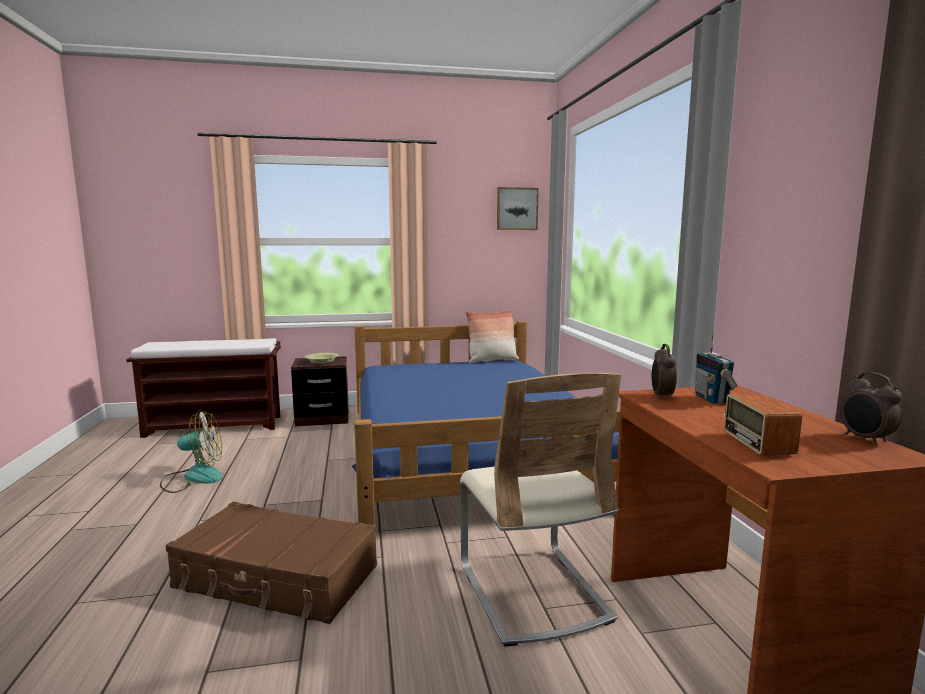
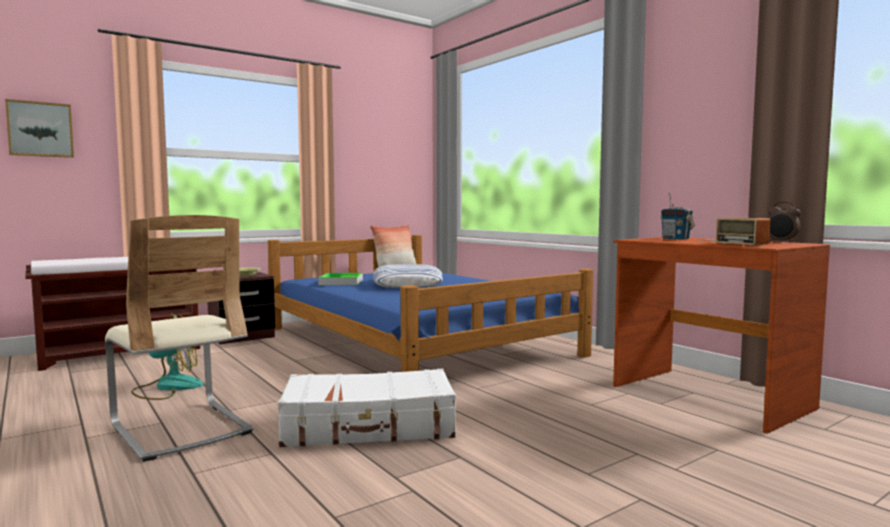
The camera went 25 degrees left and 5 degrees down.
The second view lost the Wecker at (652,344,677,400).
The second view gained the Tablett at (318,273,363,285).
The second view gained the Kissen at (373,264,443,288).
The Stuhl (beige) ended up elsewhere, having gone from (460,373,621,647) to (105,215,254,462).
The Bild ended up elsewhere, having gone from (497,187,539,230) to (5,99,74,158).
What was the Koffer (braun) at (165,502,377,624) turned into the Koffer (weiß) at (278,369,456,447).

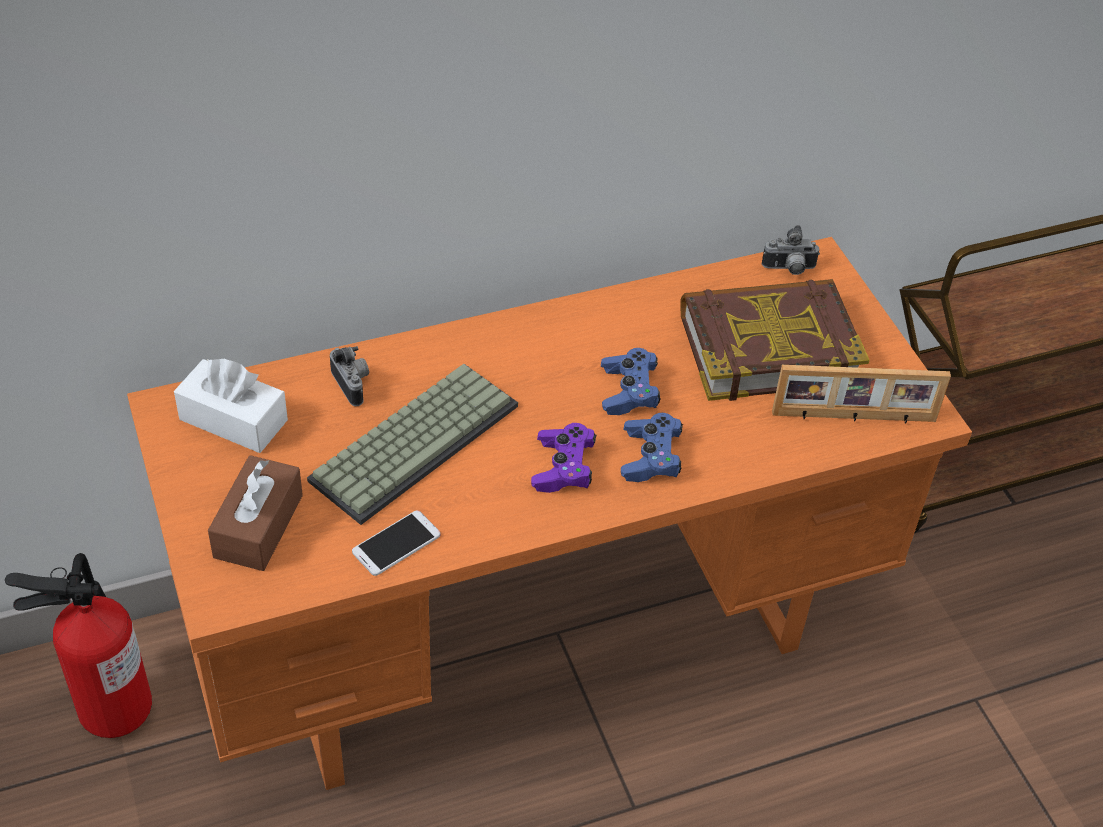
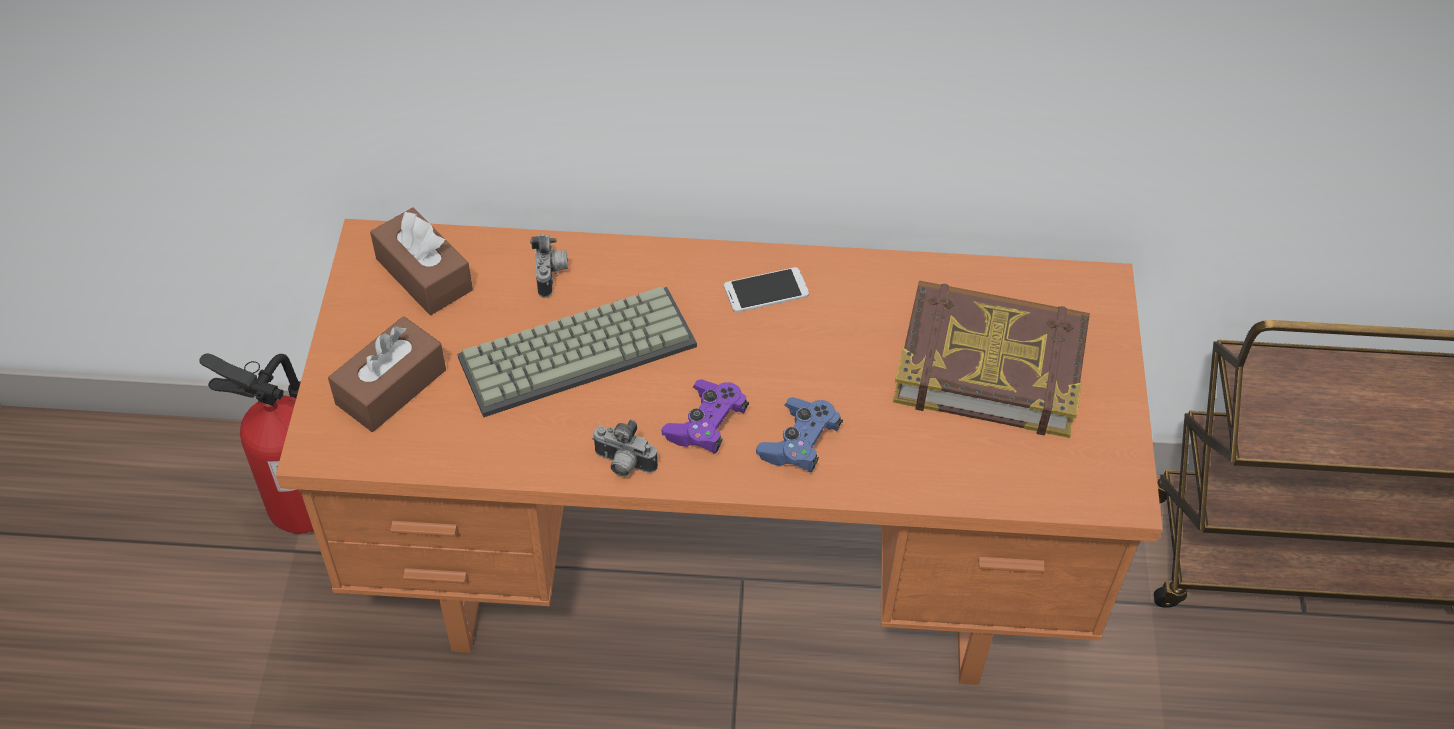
The camera went 25 degrees right and 5 degrees up.
The second view lost the Gamepad (blau) at (601,348,661,415).
The second view lost the Bilderrahmen at (772,365,951,423).
The Handy ended up elsewhere, having gone from (352,510,441,576) to (724,267,809,312).
The Kamera ended up elsewhere, having gone from (762,225,820,275) to (592,420,658,477).
What was the Taschentuchbox (weiß) at (174,359,288,453) turned into the Taschentuchbox (braun) at (370,207,473,315).

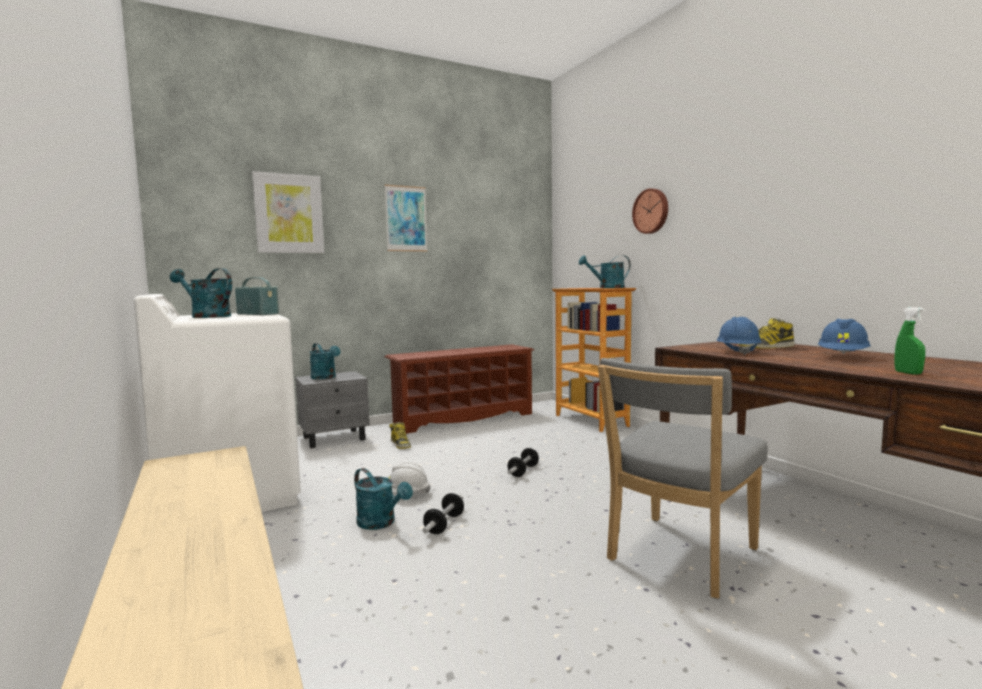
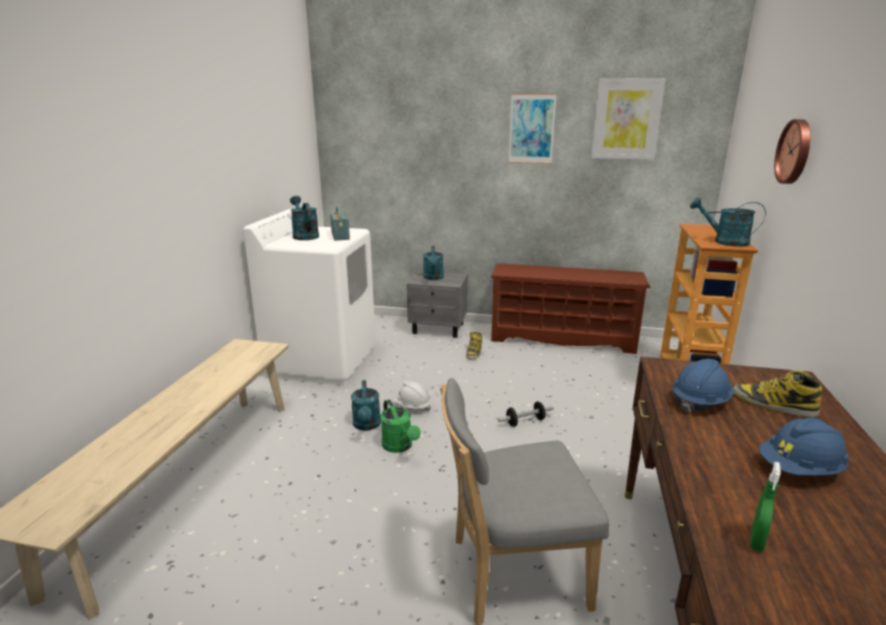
The camera went 40 degrees right and 15 degrees up.
The Bild ended up elsewhere, having gone from (252,171,324,253) to (591,78,666,160).
Where the Hantel stood at (422,493,464,534), the Gießkanne (grün) came to stand at (381,399,420,453).

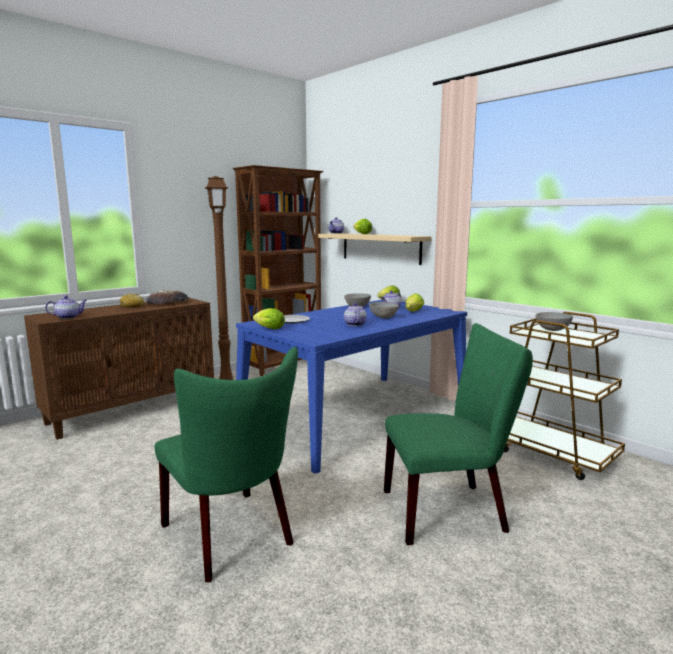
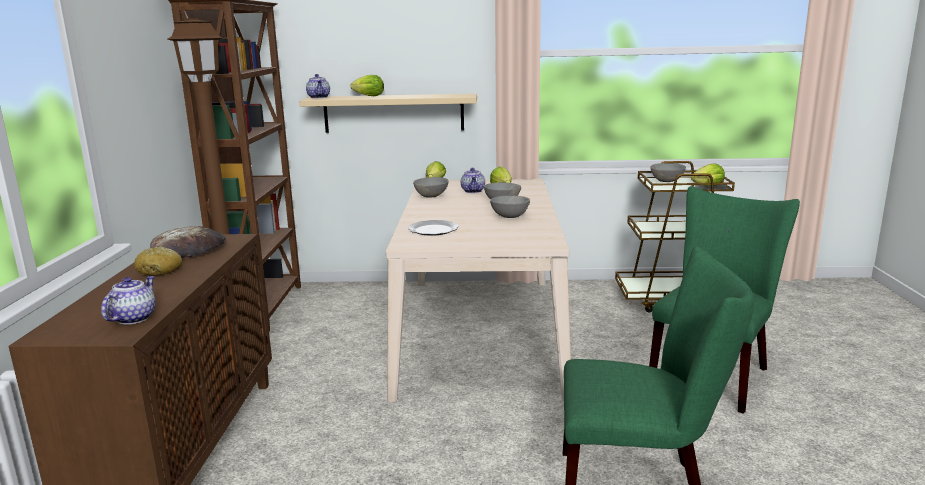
The camera went 45 degrees left and 5 degrees up.
The Salatkopf ended up elsewhere, having gone from (253,308,285,329) to (691,164,725,186).
Where the Teekanne stood at (344,303,367,326), the Schüssel (grau) came to stand at (490,196,530,218).
What was the Esstisch (blau) at (236,300,467,474) turned into the Esstisch (beige) at (386,178,571,402).

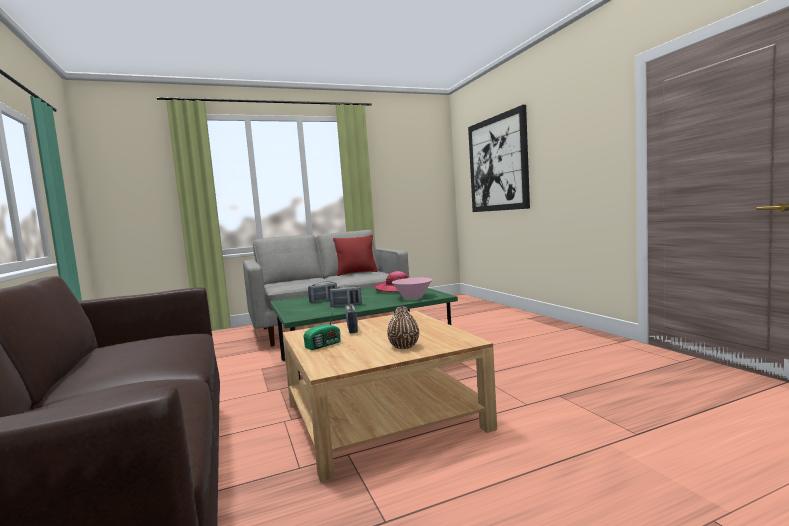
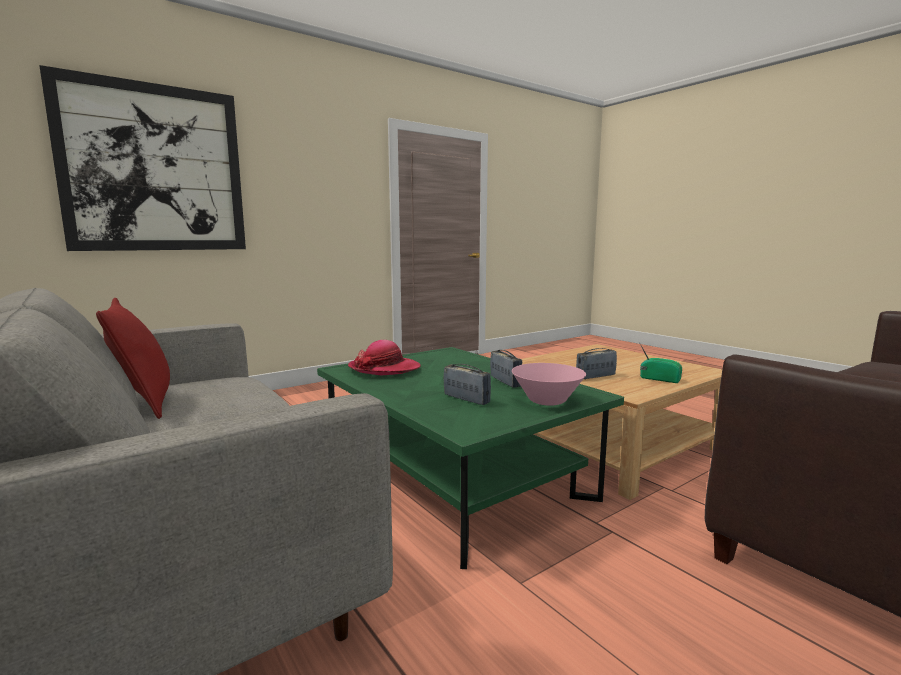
The camera went 105 degrees left and 5 degrees up.
The second view lost the Vase (braun) at (387,306,419,349).
The Schüssel (rosa) ended up elsewhere, having gone from (392,278,432,299) to (512,363,586,406).

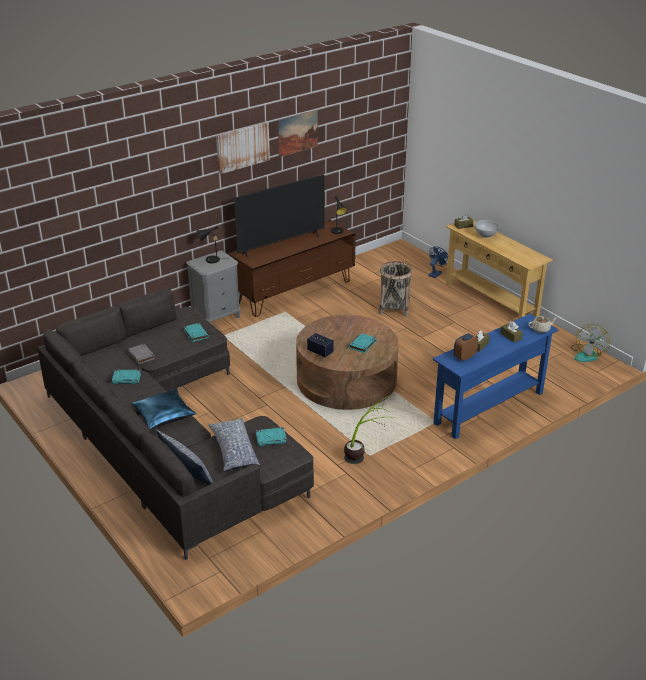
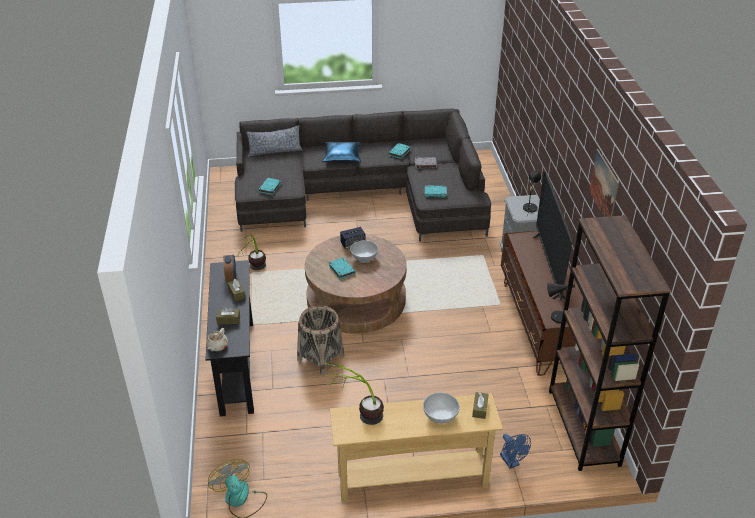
The camera went 120 degrees right and 5 degrees up.
The second view lost the Kissen at (208,417,260,471).
The second view lost the Bild at (216,122,270,174).
The second view gained the Topfpflanze at (323,362,384,425).
The second view gained the Schüssel (weiß) at (350,240,378,262).
The second view gained the Bücherregal (braun) at (549,215,671,471).
The Korb ended up elsewhere, having gone from (379,261,412,316) to (297,305,345,375).
What was the Konsolentisch (blau) at (433,314,559,439) turned into the Konsolentisch (schwarz) at (206,260,254,417).

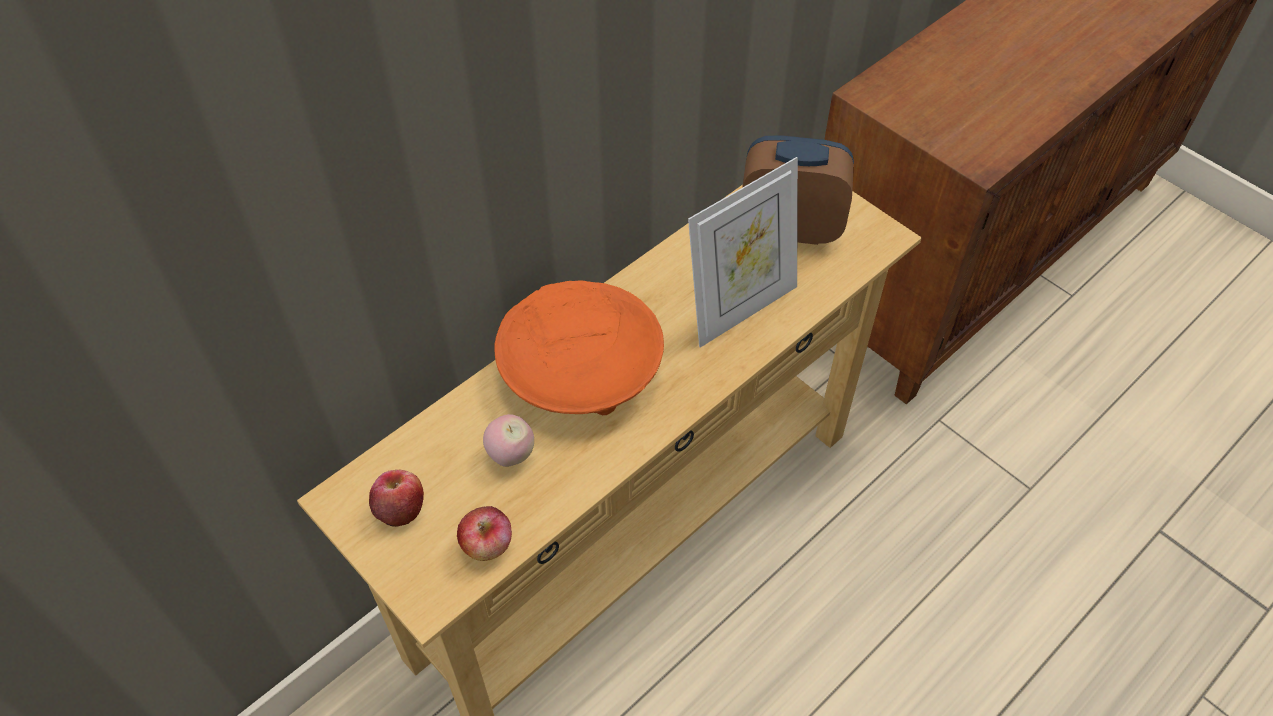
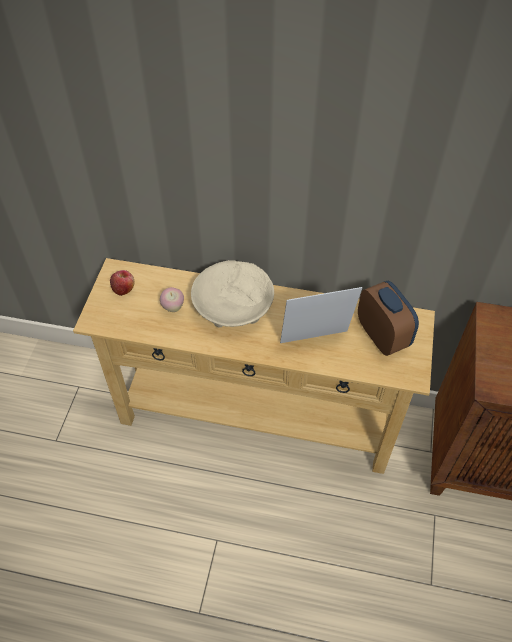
The camera went 55 degrees right and 0 degrees up.
The second view lost the Apfel at (457,506,512,561).
What was the Schüssel (orange) at (494,281,664,415) turned into the Schüssel (beige) at (191,260,274,327).
The Bilderrahmen at (688,157,798,348) ended up facing another way, 150 degrees clockwise from before.

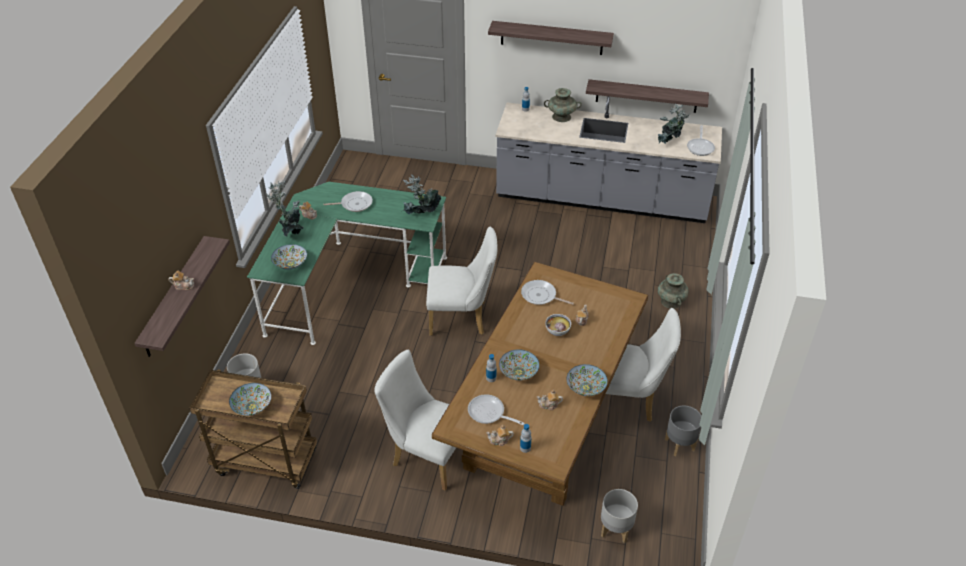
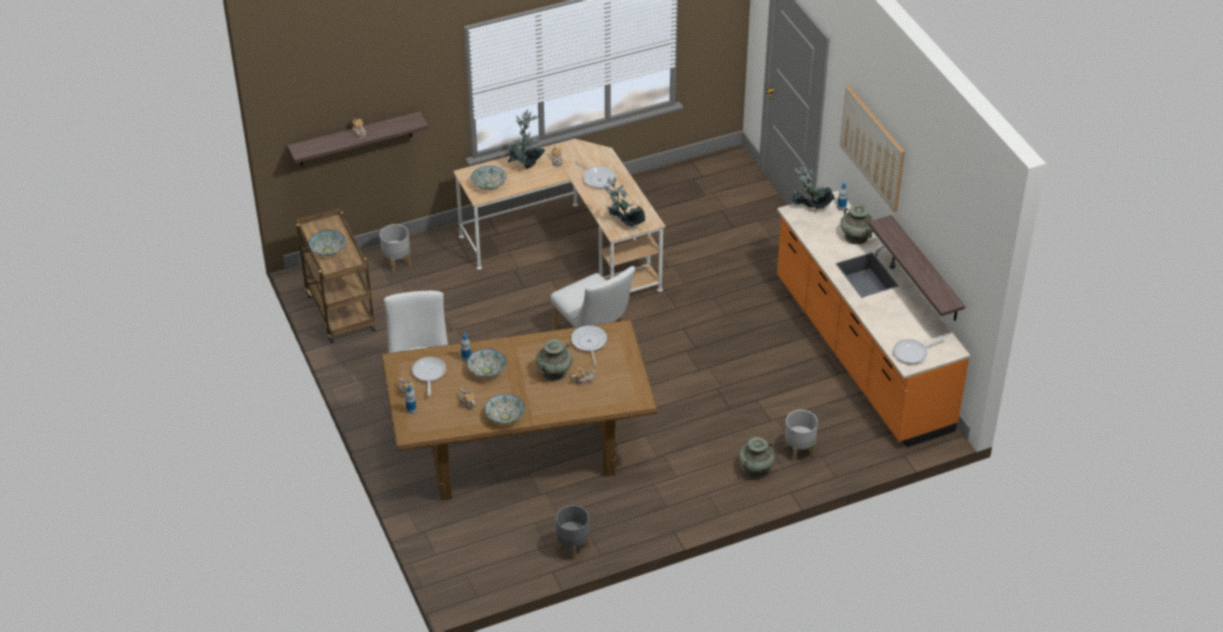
The camera went 55 degrees right and 0 degrees up.
The second view lost the Stuhl (weiß) at (595,308,681,422).
The Pflanzkübel (grau) ended up elsewhere, having gone from (601,489,638,543) to (784,410,818,462).
The Topfpflanze ended up elsewhere, having gone from (658,103,691,144) to (790,165,834,209).
Where the Wandregal hung at (488,21,614,55), the Bild came to hang at (840,86,905,212).
Where the Schüssel stood at (545,314,571,336), the Vase (türkis) came to stand at (536,339,573,381).
What was the Schreibtisch (grün) at (247,182,447,345) turned into the Schreibtisch (beige) at (453,139,666,293).
What was the Küchenzeile (grau) at (496,96,722,223) turned into the Küchenzeile (orange) at (777,190,970,447).

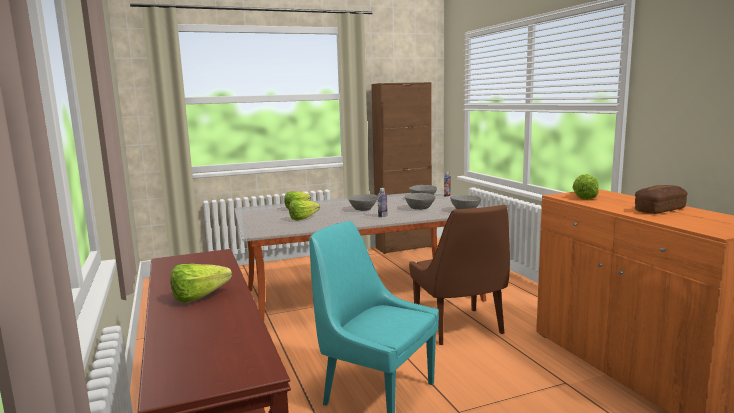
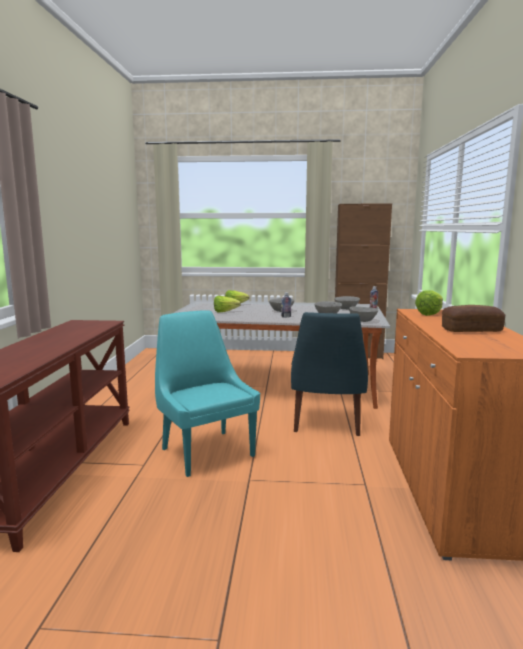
The camera went 25 degrees right and 0 degrees up.
The second view lost the Salatkopf at (170,264,232,303).
What was the Stuhl (braun) at (409,205,510,345) turned into the Stuhl (blau) at (291,312,368,436).

